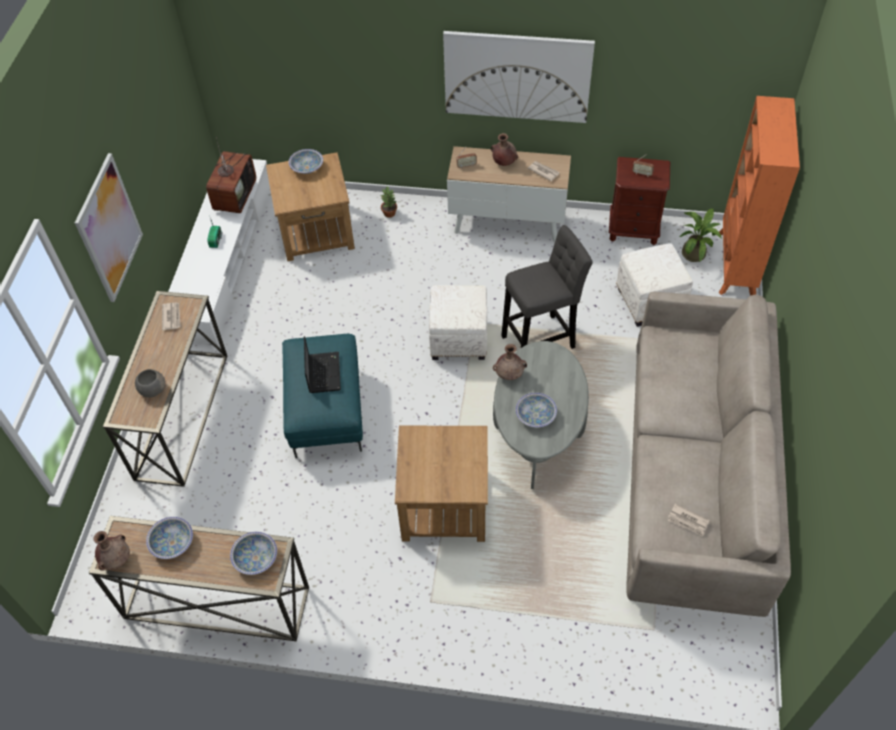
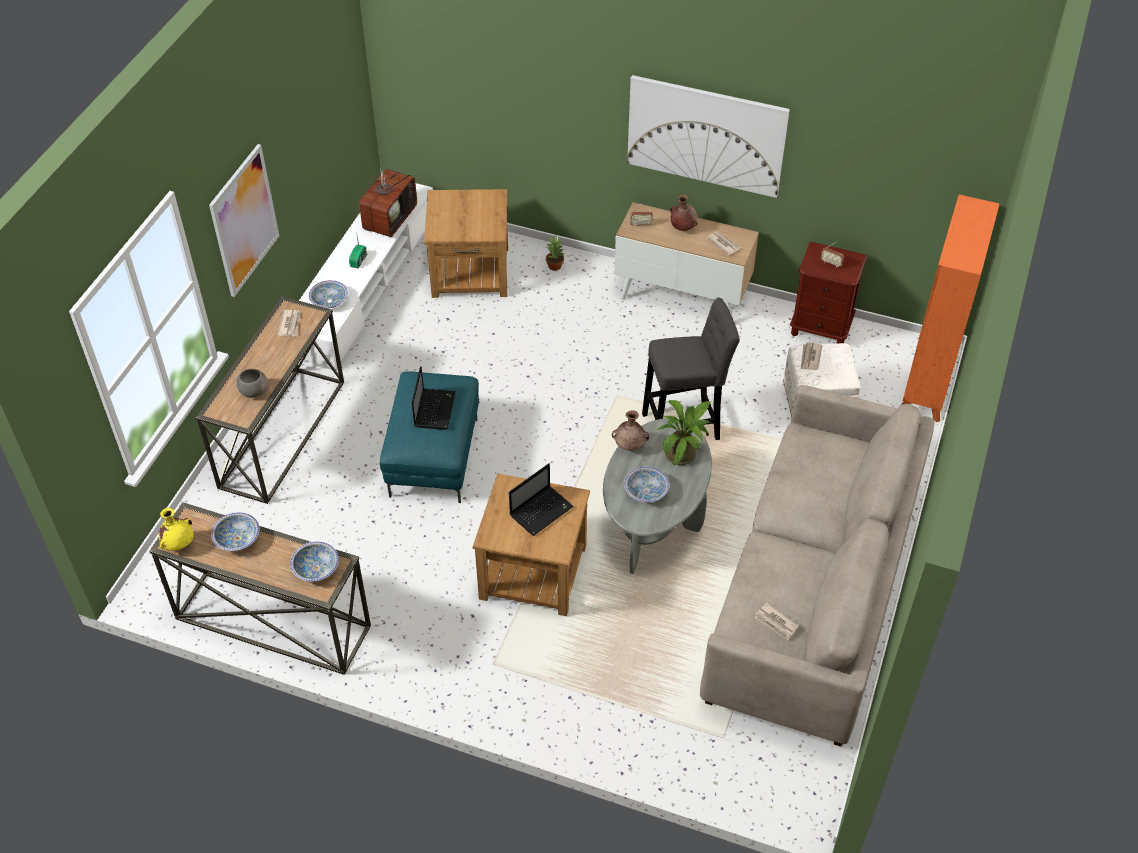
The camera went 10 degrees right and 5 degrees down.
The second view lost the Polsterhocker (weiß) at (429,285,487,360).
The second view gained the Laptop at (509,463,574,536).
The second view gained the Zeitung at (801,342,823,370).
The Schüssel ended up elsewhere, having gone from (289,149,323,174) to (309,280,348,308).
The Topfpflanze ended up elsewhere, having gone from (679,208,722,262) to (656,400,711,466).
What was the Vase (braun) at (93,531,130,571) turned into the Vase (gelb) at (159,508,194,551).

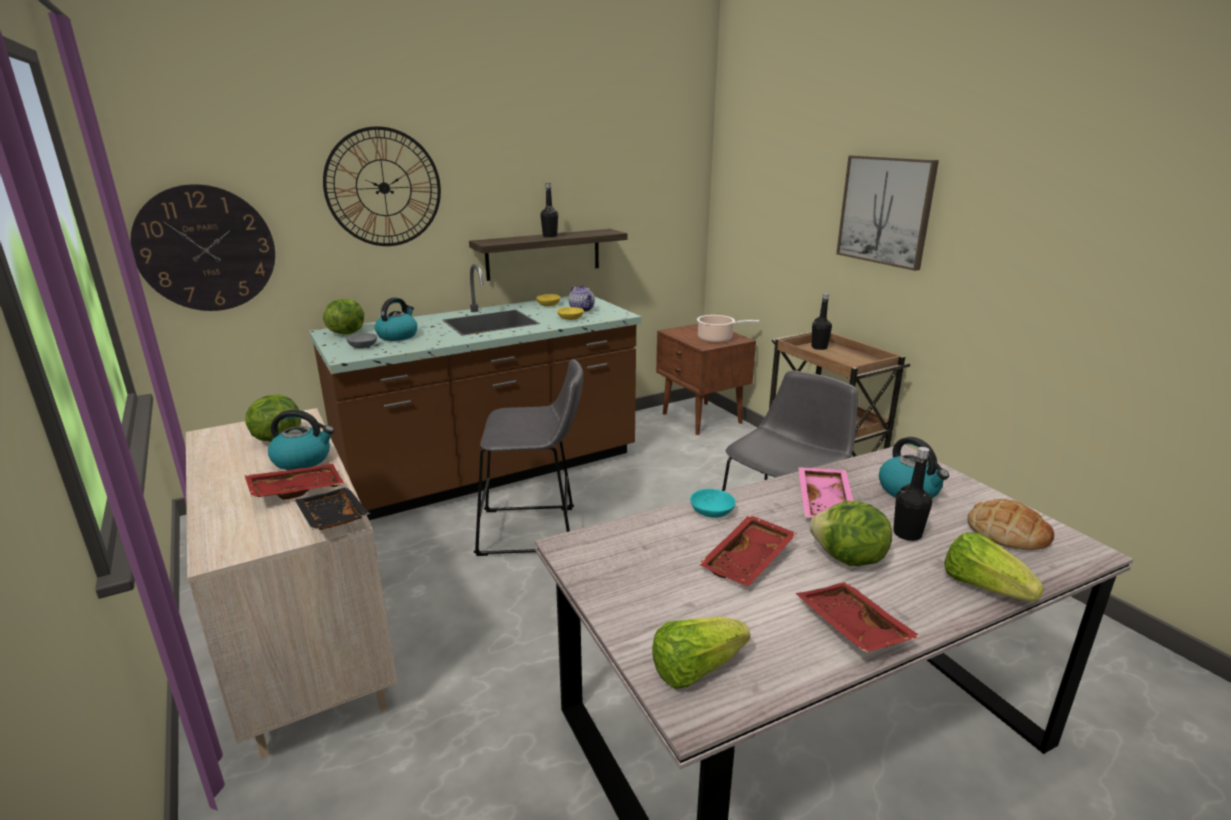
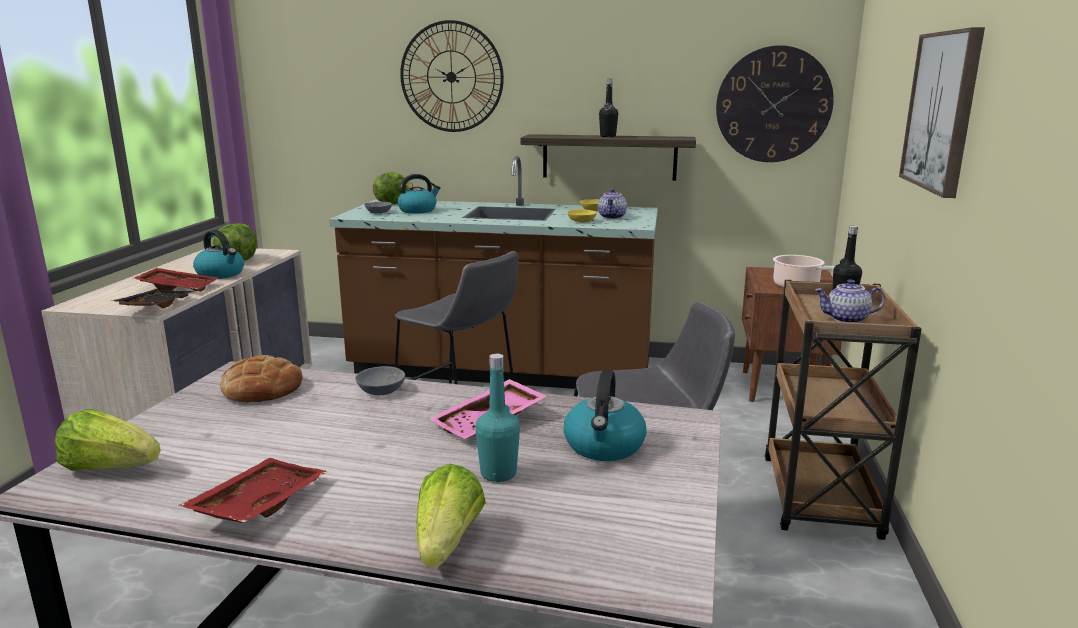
The camera went 40 degrees right and 5 degrees down.
The second view lost the Tablett (rot) at (698,515,797,586).
The second view lost the Salatkopf at (809,501,892,566).
The second view gained the Teekanne at (815,279,885,323).
The Wanduhr ended up elsewhere, having gone from (130,184,275,311) to (716,45,834,162).
The Brot ended up elsewhere, having gone from (967,499,1054,550) to (220,355,302,403).
What was the Schüssel (türkis) at (690,489,736,518) turned into the Schüssel (grau) at (355,366,405,395).
What was the Flasche (schwarz) at (893,447,932,541) turned into the Flasche (türkis) at (475,354,520,482).

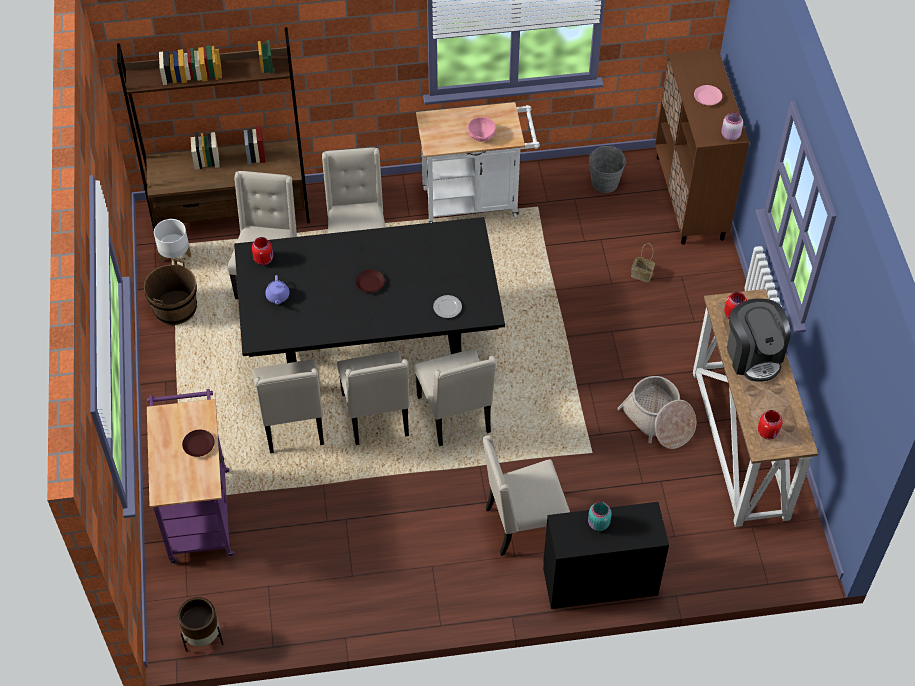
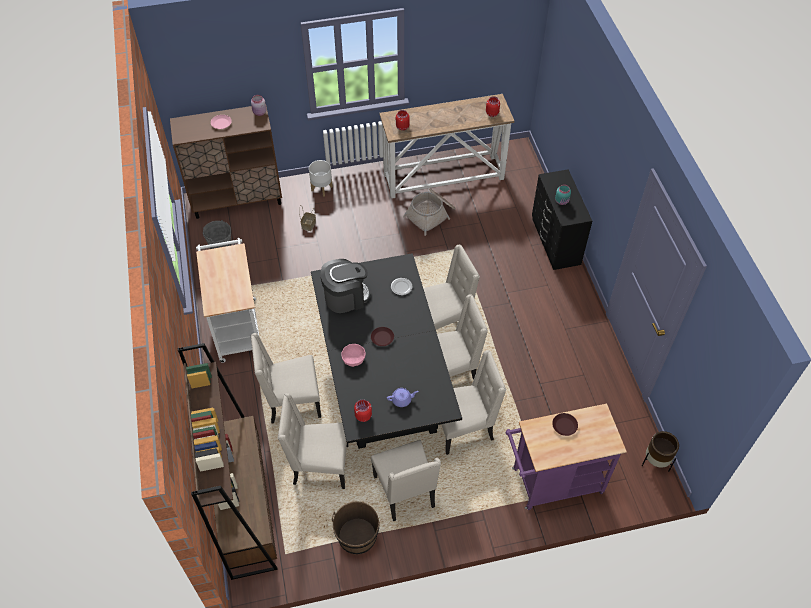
The camera went 95 degrees left and 0 degrees up.
The Pflanzkübel (weiß) ended up elsewhere, having gone from (154,219,191,265) to (309,160,333,197).
The Schüssel (rosa) ended up elsewhere, having gone from (468,117,496,142) to (341,344,366,367).
The Stuhl (beige) ended up elsewhere, having gone from (482,435,570,556) to (371,440,441,521).
The Kaffeemaschine ended up elsewhere, having gone from (727,298,791,382) to (321,259,370,313).

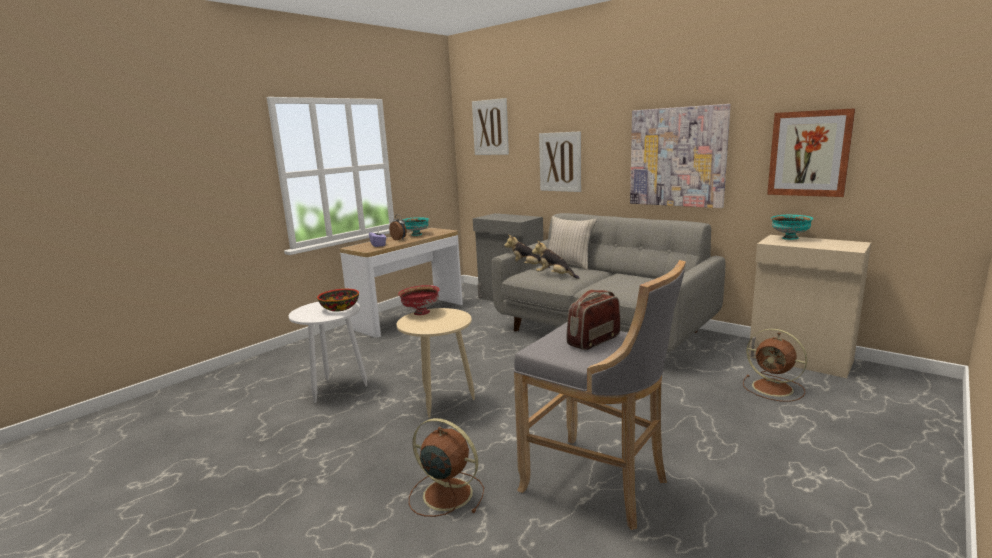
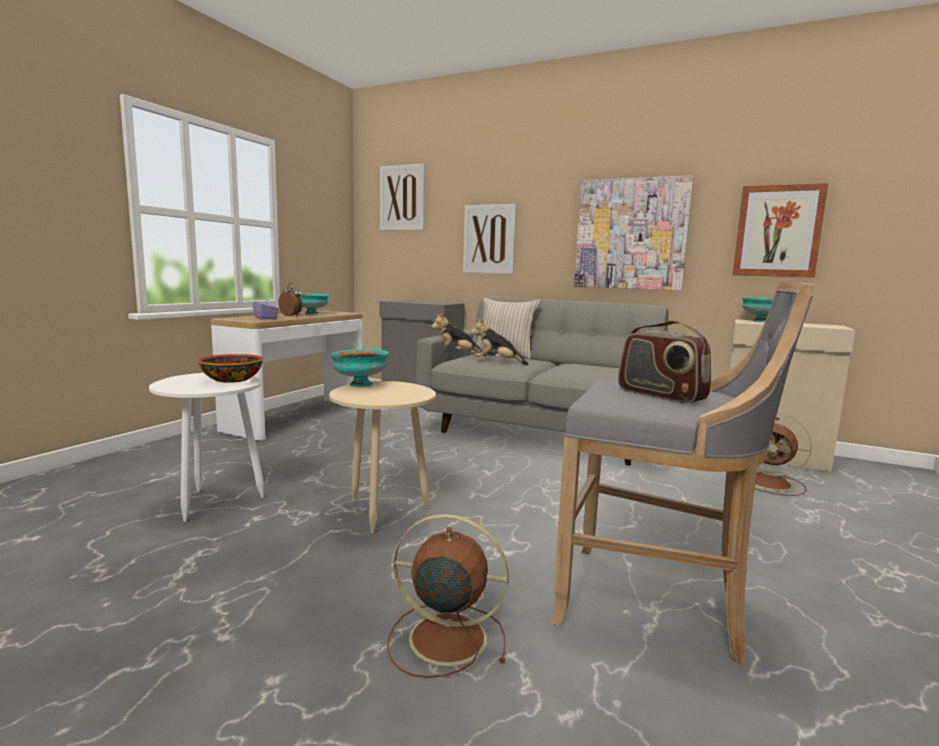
The camera went 15 degrees left and 5 degrees down.
What was the Schüssel (rot) at (398,285,440,315) turned into the Schüssel (türkis) at (330,349,389,387).
The Radio at (567,289,621,350) ended up facing another way, 75 degrees counterclockwise from before.

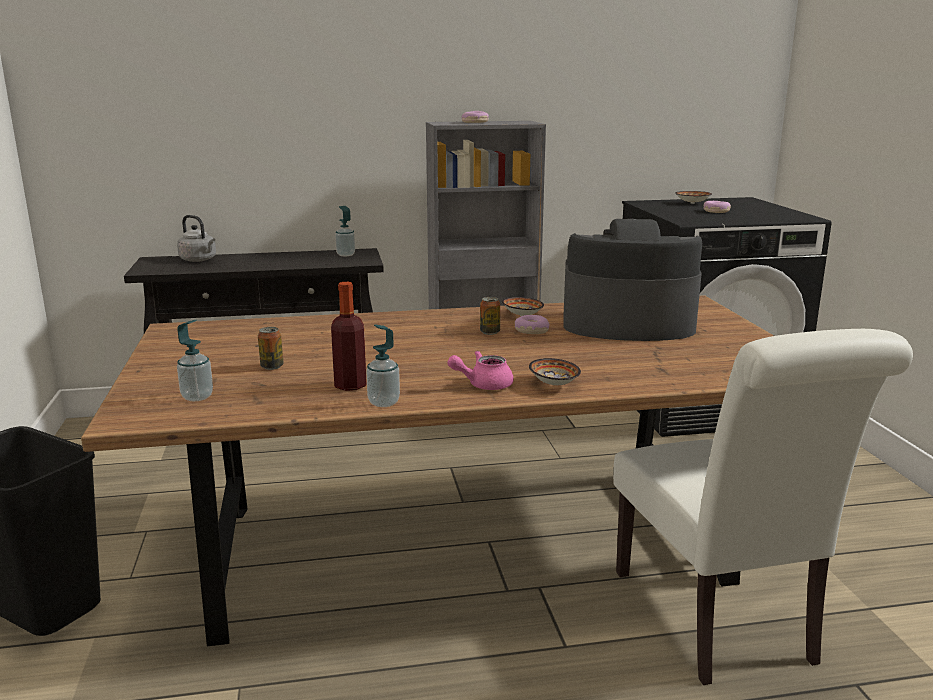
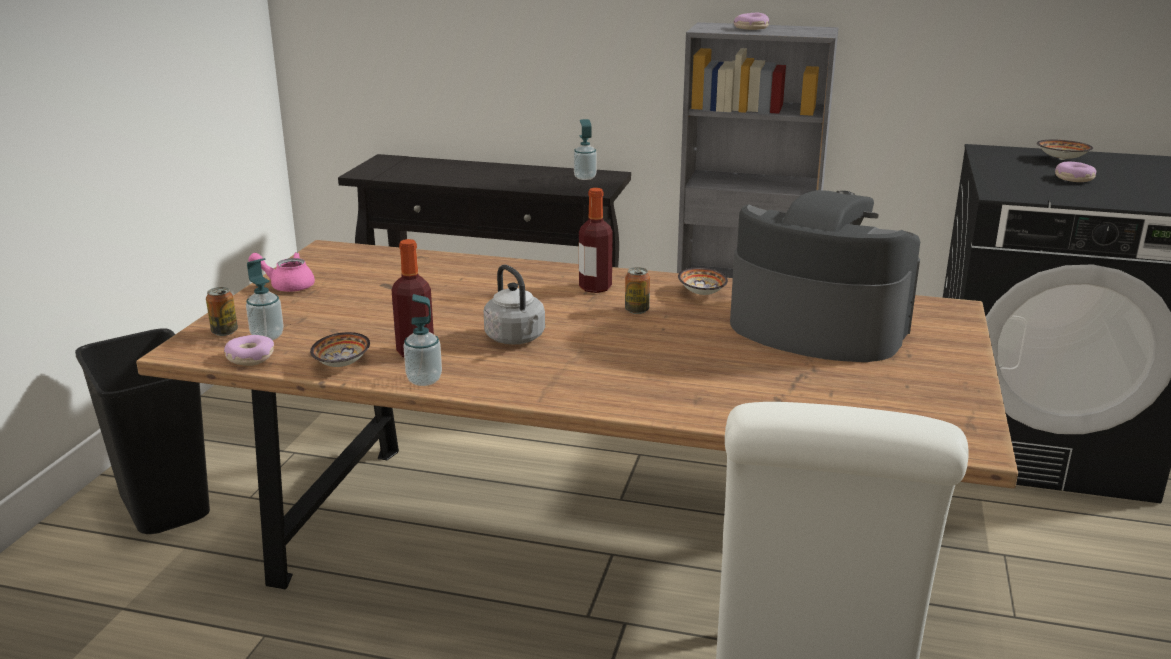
The camera went 25 degrees right and 5 degrees up.
The second view gained the Flasche at (579,188,613,293).
The Wasserkessel (grau) ended up elsewhere, having gone from (177,215,216,262) to (484,265,545,344).
The Dose ended up elsewhere, having gone from (258,327,284,370) to (206,287,238,336).
The Teekanne (rosa) ended up elsewhere, having gone from (447,351,513,390) to (248,252,315,292).
The Donut ended up elsewhere, having gone from (515,315,550,334) to (224,335,274,366).
The Schüssel ended up elsewhere, having gone from (529,358,581,385) to (310,332,370,367).

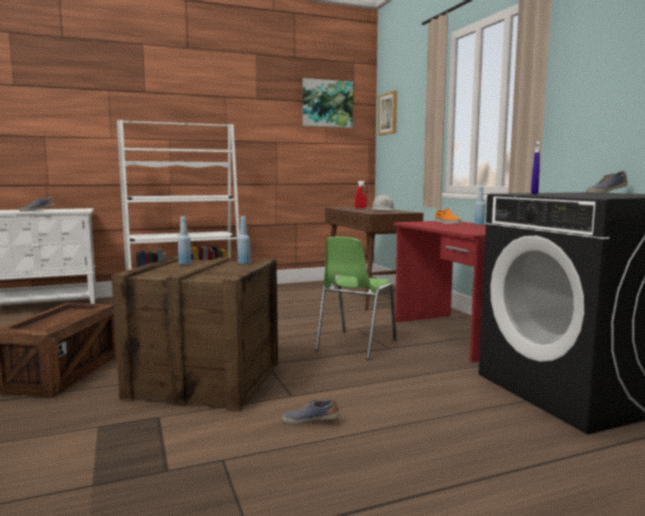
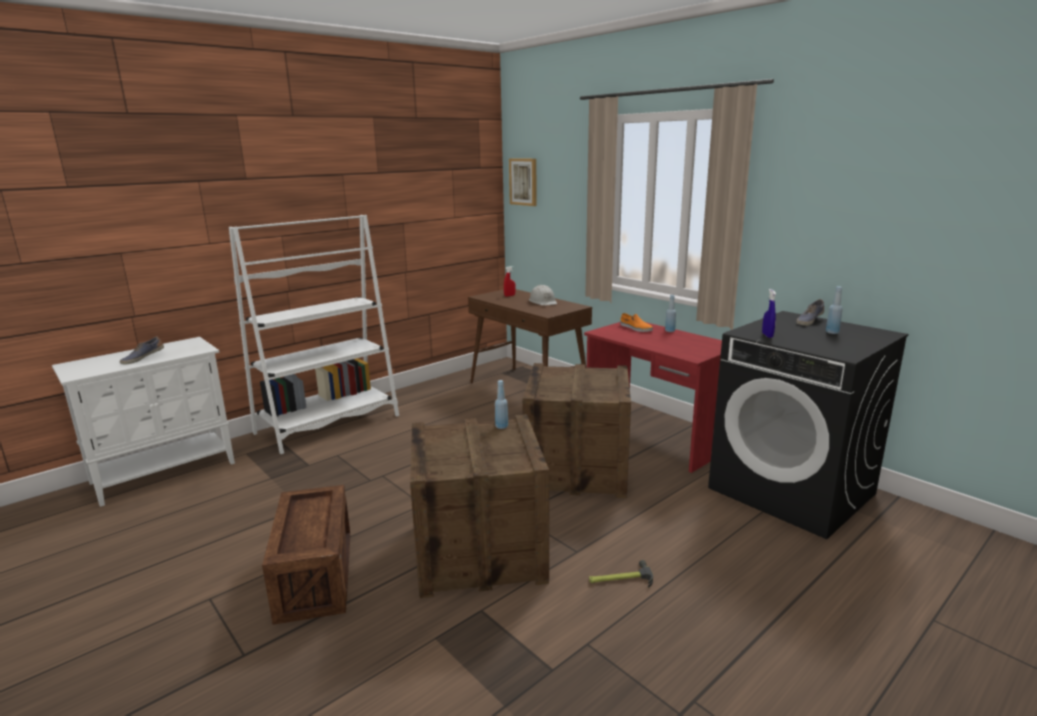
The camera went 20 degrees left and 10 degrees up.
The second view lost the Bild at (303,78,353,128).
The Flasche (blau) ended up elsewhere, having gone from (178,217,192,265) to (826,286,843,334).
Where the Schuh stood at (282,399,340,424), the Hammer came to stand at (589,560,653,588).
Where the Stuhl (grün) stood at (315,237,397,360), the Kiste came to stand at (522,363,631,498).

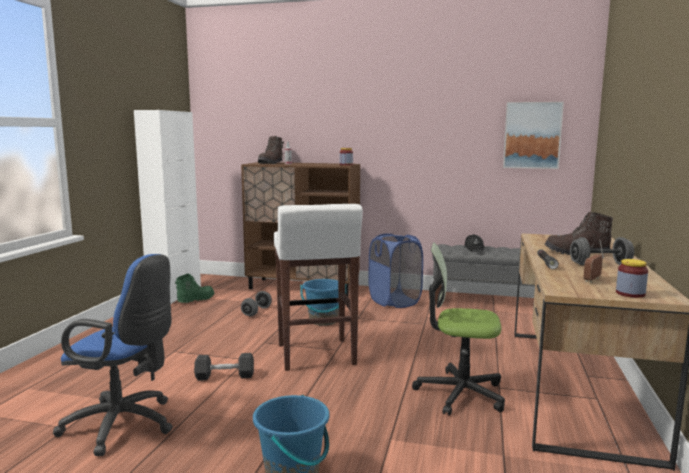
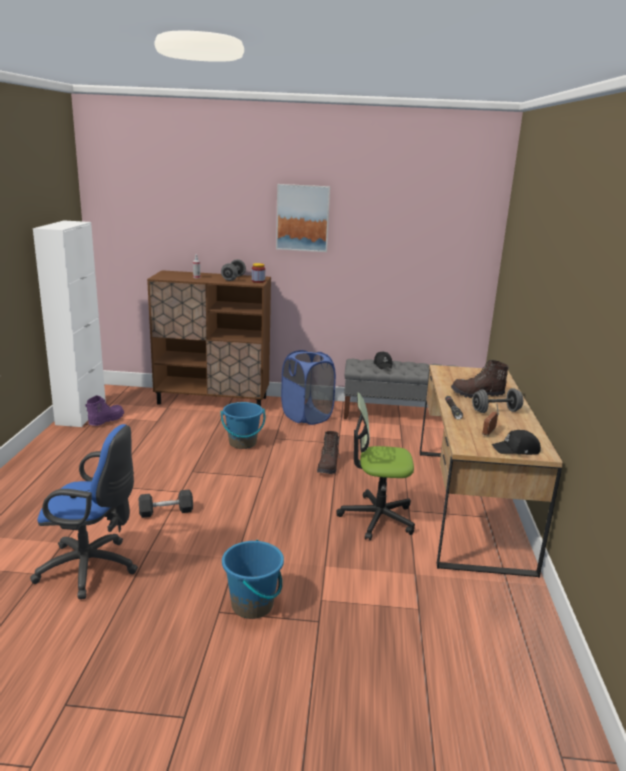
The camera went 10 degrees left and 10 degrees up.
The second view lost the Hocker (weiß) at (274,204,363,371).
The Hantel (grau) ended up elsewhere, having gone from (241,291,272,316) to (221,259,246,281).
The Stiefel (braun) ended up elsewhere, having gone from (258,136,284,164) to (317,431,340,474).
The Bild ended up elsewhere, having gone from (503,102,564,169) to (276,184,330,252).
Where the Vorratsglas stood at (616,259,648,298), the Kappe (schwarz) came to stand at (492,430,541,455).
What was the Stiefel (grün) at (175,274,214,303) turned into the Stiefel (lila) at (85,395,124,426).

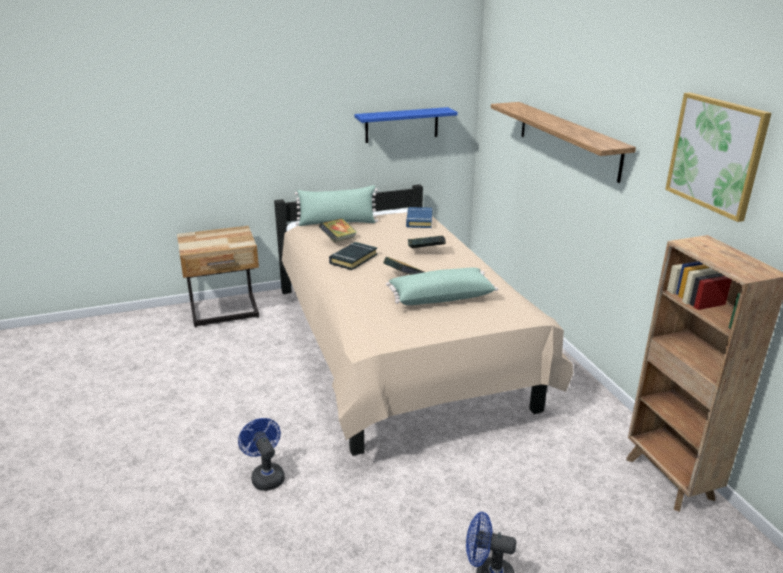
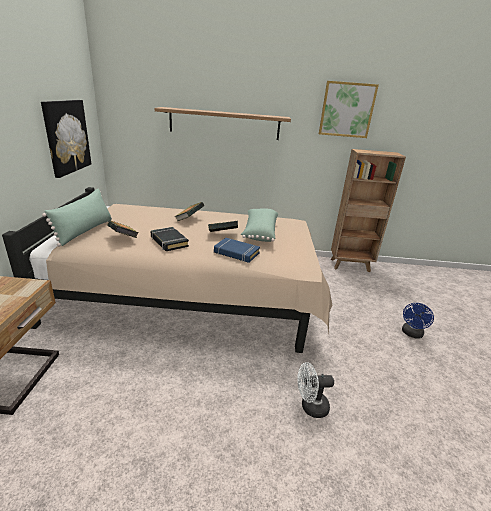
The camera went 70 degrees left and 0 degrees up.
The Buch (blau) ended up elsewhere, having gone from (406,207,432,228) to (214,238,260,263).
Where the Wandregal (blau) hung at (354,107,458,143), the Bild came to hang at (41,100,91,178).
What was the Ventilator (blau) at (238,418,285,491) turned into the Ventilator (weiß) at (297,362,334,418).

